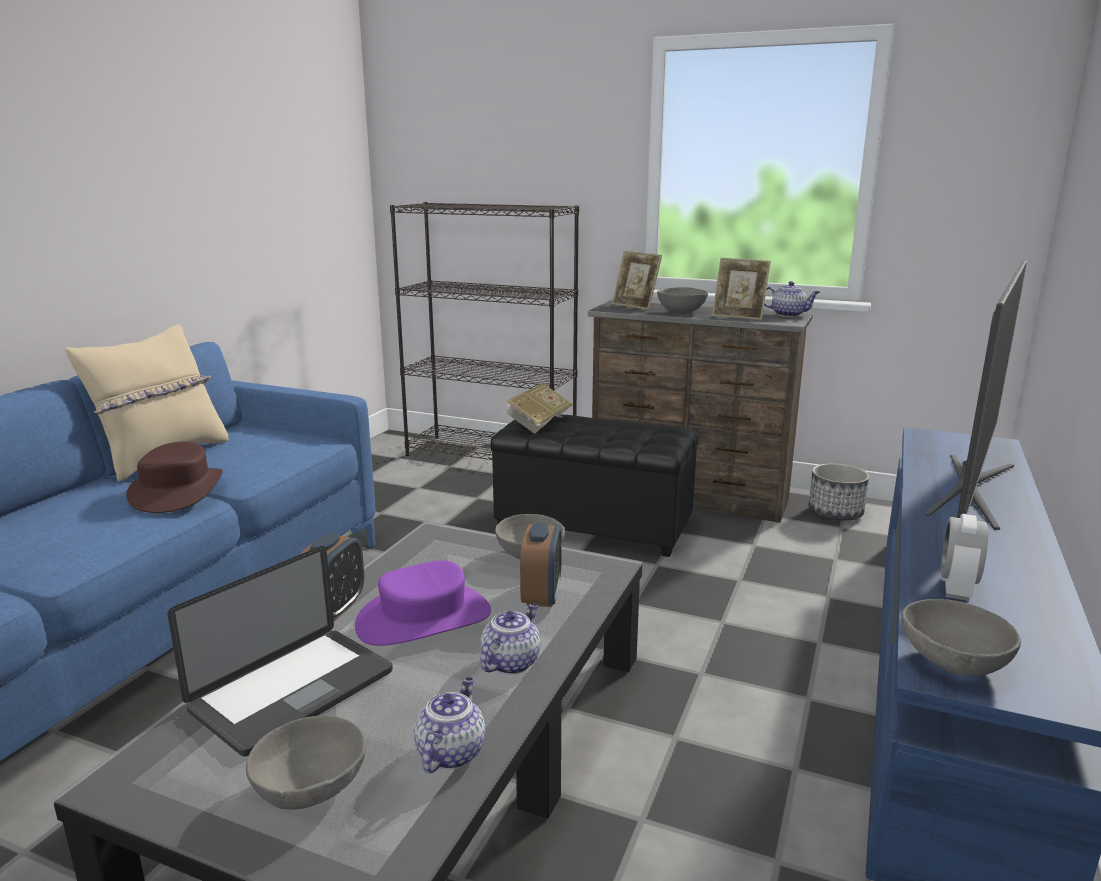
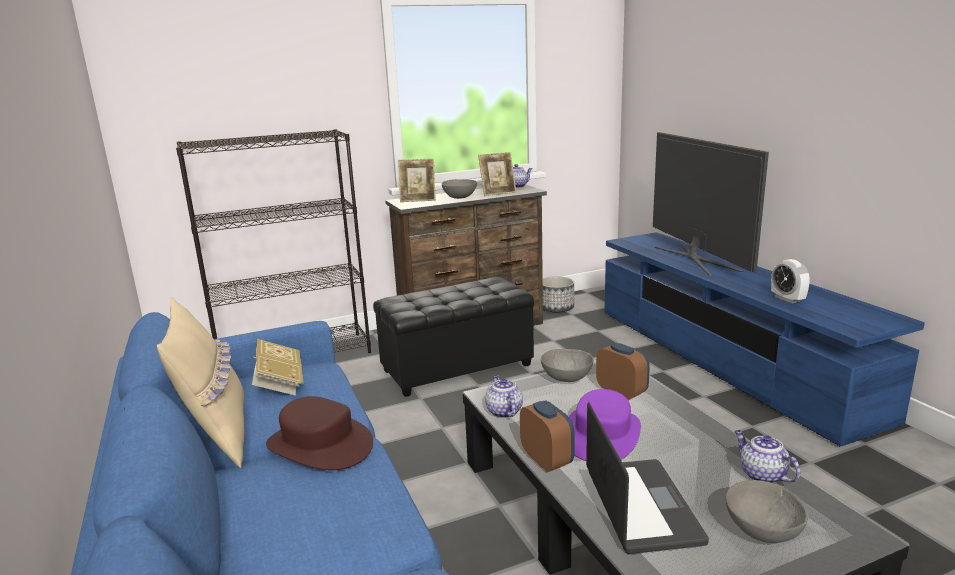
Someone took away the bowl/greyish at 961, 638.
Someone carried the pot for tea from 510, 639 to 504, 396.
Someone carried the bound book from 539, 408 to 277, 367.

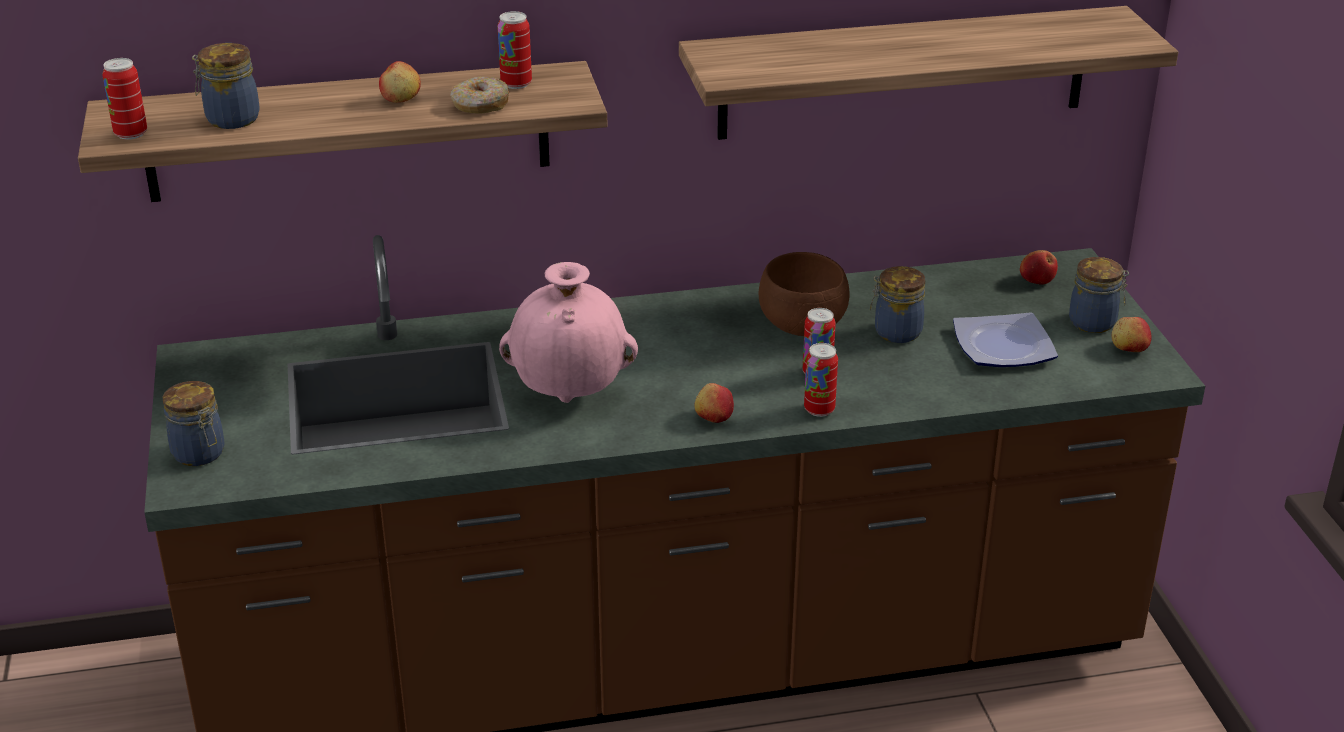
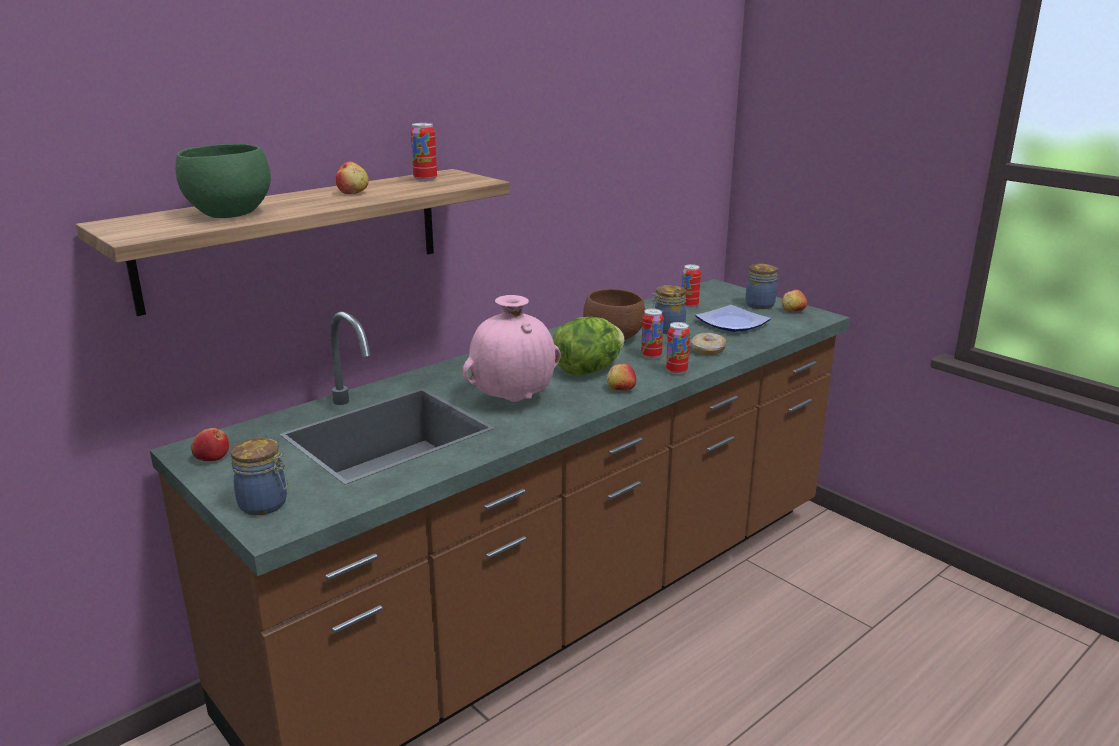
Someone took away the bracket shelf at 928, 73.
Someone put down the lettuce at 589, 346.
Someone carried the sealed can from 124, 99 to 691, 286.
Someone carried the ring doughnut from 479, 95 to 708, 343.
Someone carried the whole apple from 1039, 267 to 210, 444.
Someone swapped the storage jar at 226, 86 for the bowl/green-coloured at 223, 181.

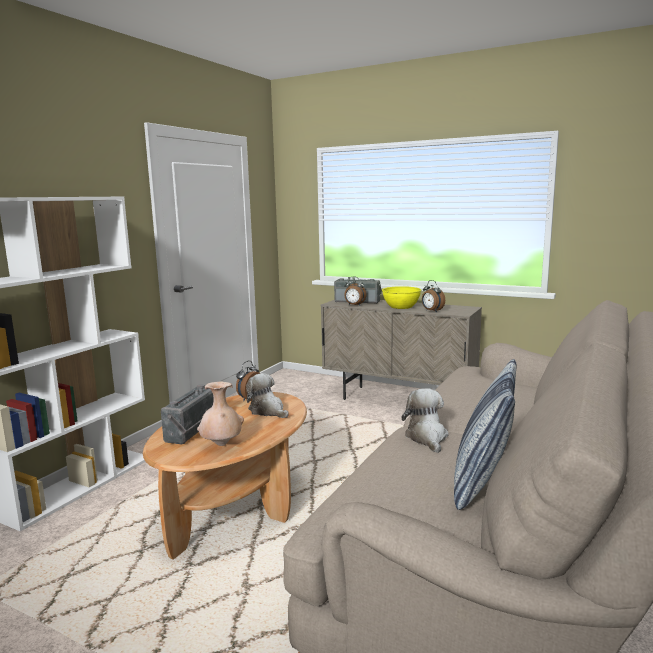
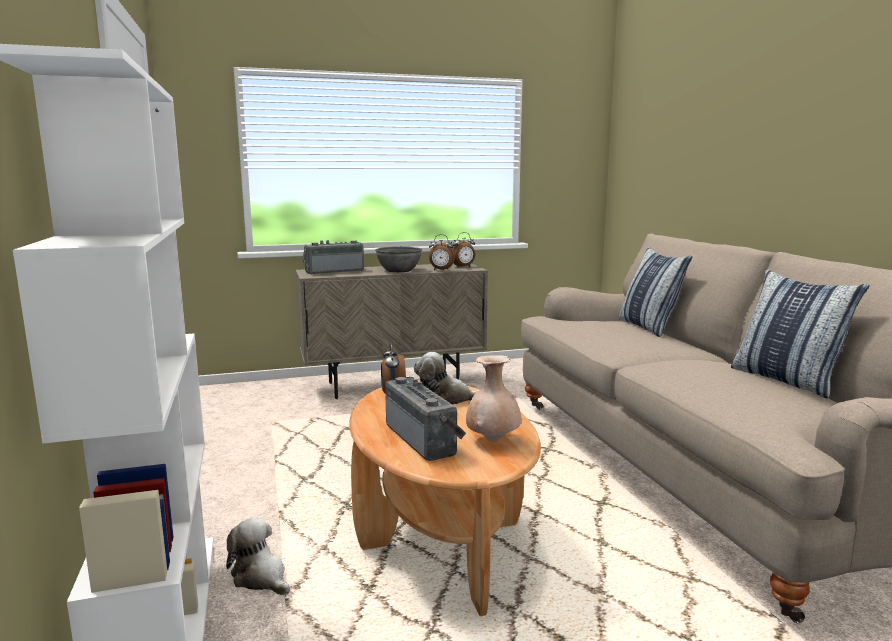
Someone put down the pillow at 656, 292.
Someone carried the bedside clock from 355, 291 to 464, 250.
Someone carried the cuddly toy from 425, 420 to 258, 556.
Someone repainted the bowl/yellow-coloured at 401, 297, which became the bowl/greyish at 398, 259.

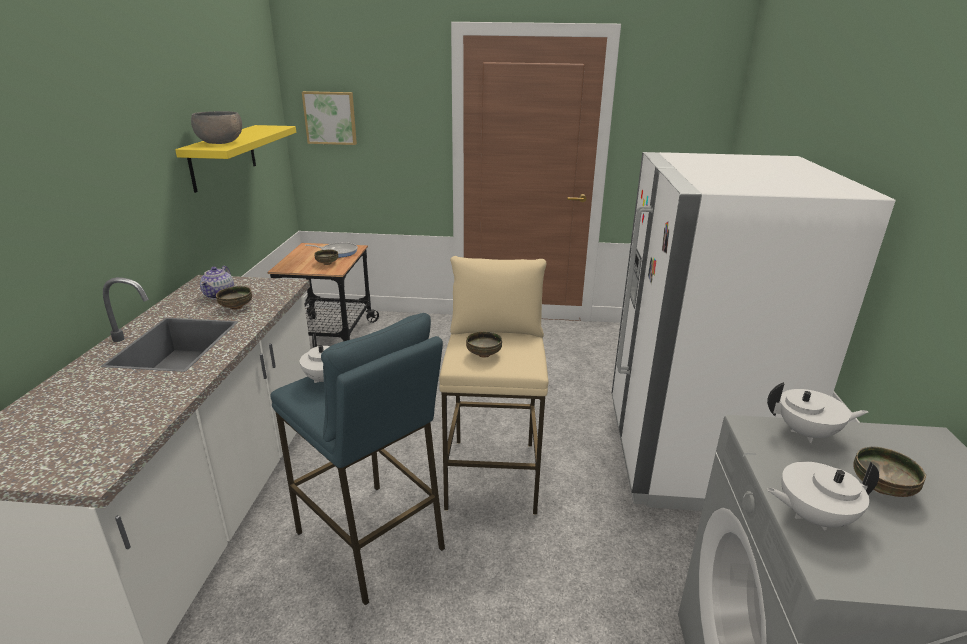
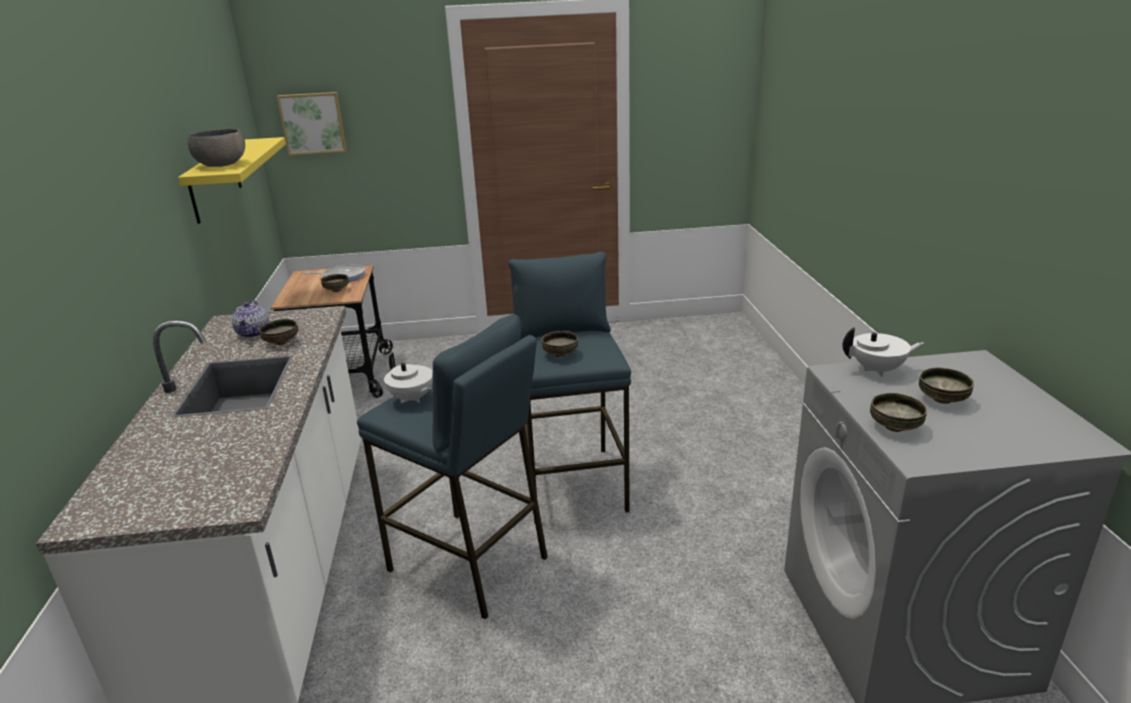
Someone took away the kitchen fridge/white-coloured at 754, 331.
Someone swapped the pot for tea/white-coloured at 823, 495 for the bowl at 898, 412.
Someone repainted the sitting stool/beige at 494, 385, which became the sitting stool/blue-coloured at 569, 387.

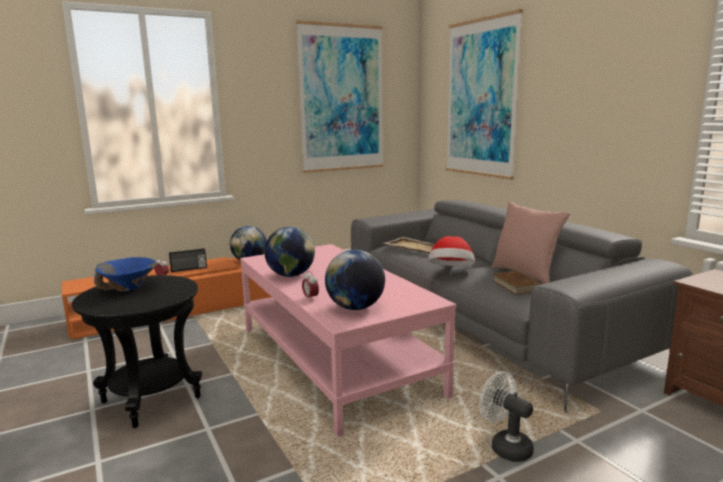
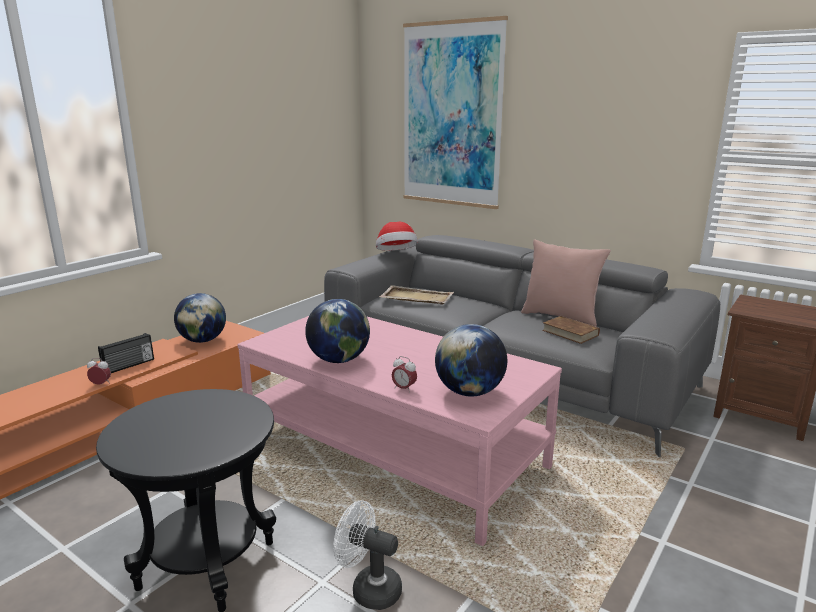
Someone took away the bowl/blue-coloured at 126, 274.
Someone took away the wall art at 340, 96.
Someone carried the hat from 451, 251 to 397, 236.
Someone carried the cooling fan/white-coloured from 506, 416 to 367, 555.

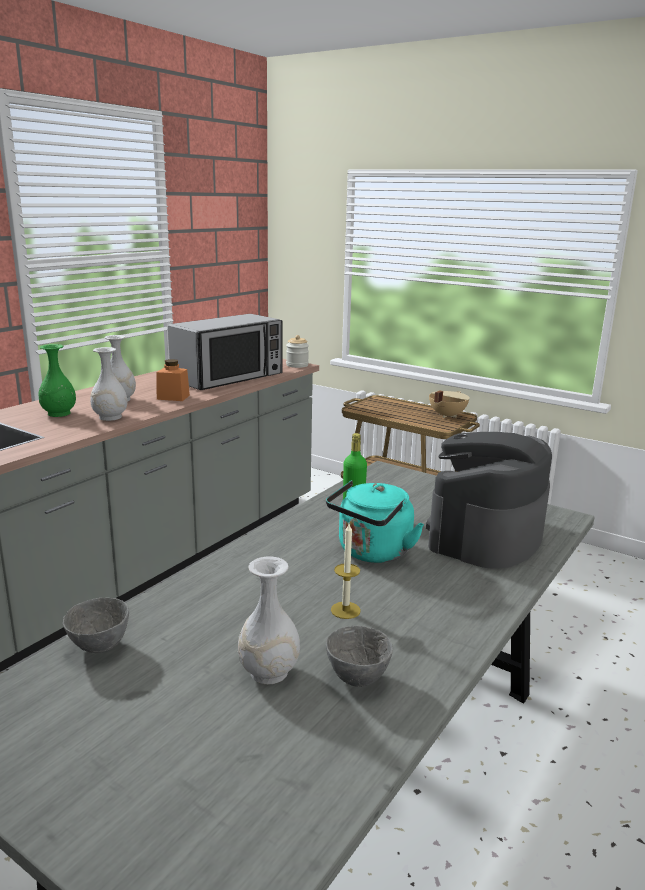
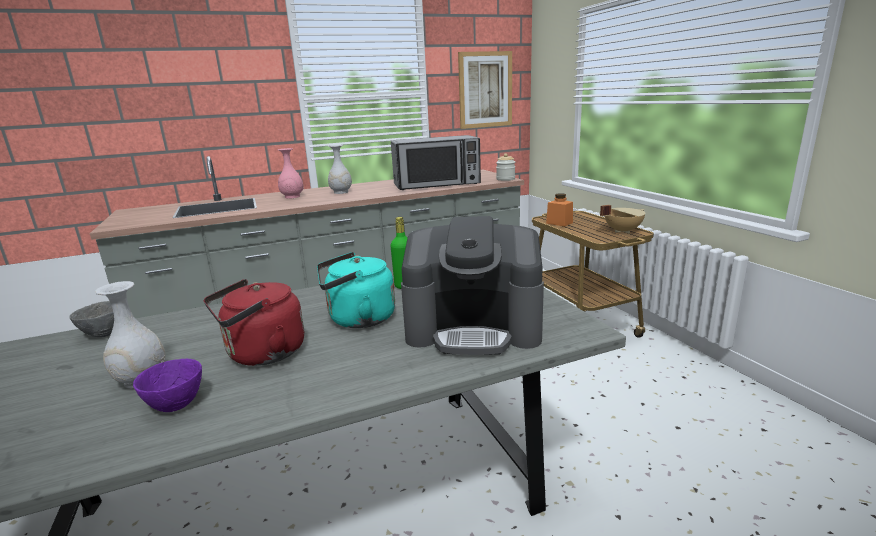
Someone took away the flower vase/white-coloured at 109, 384.
Someone put up the wall art at 485, 90.
Someone carried the storage jar/orangey from 173, 380 to 559, 209.
Someone swapped the wax candle at 346, 571 for the kettle/reddish at 254, 322.
Someone repainted the flower vase/green-coloured at 57, 380, which became the flower vase/pinkish at 290, 173.
Someone repainted the bowl/greyish at 359, 656, which became the bowl/purplish at 167, 385.
Someone rotated the coffee brewer at 489, 500 by 150 degrees counterclockwise.

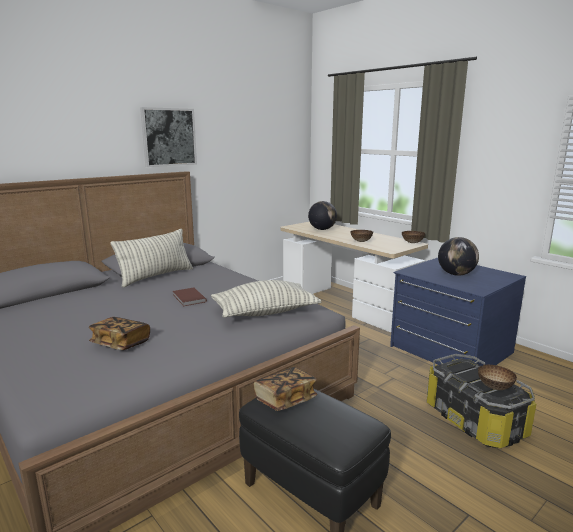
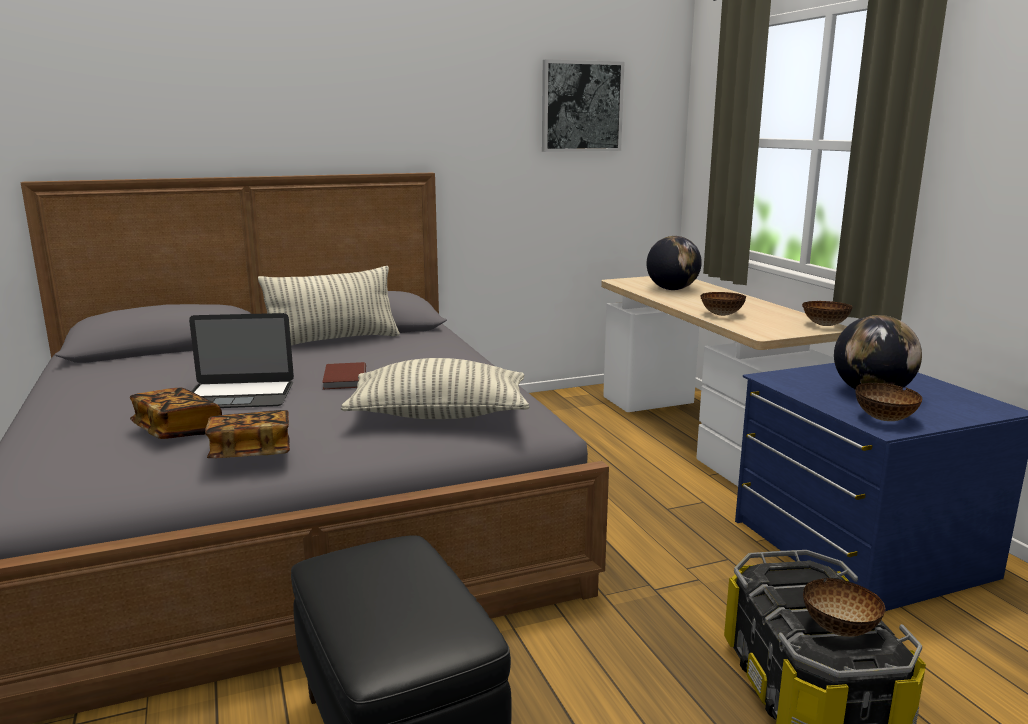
Someone put down the notebook computer at 241, 360.
Someone put down the bowl at 888, 402.
Someone carried the wall art from 168, 137 to 583, 105.
Someone carried the bound book from 285, 389 to 247, 434.

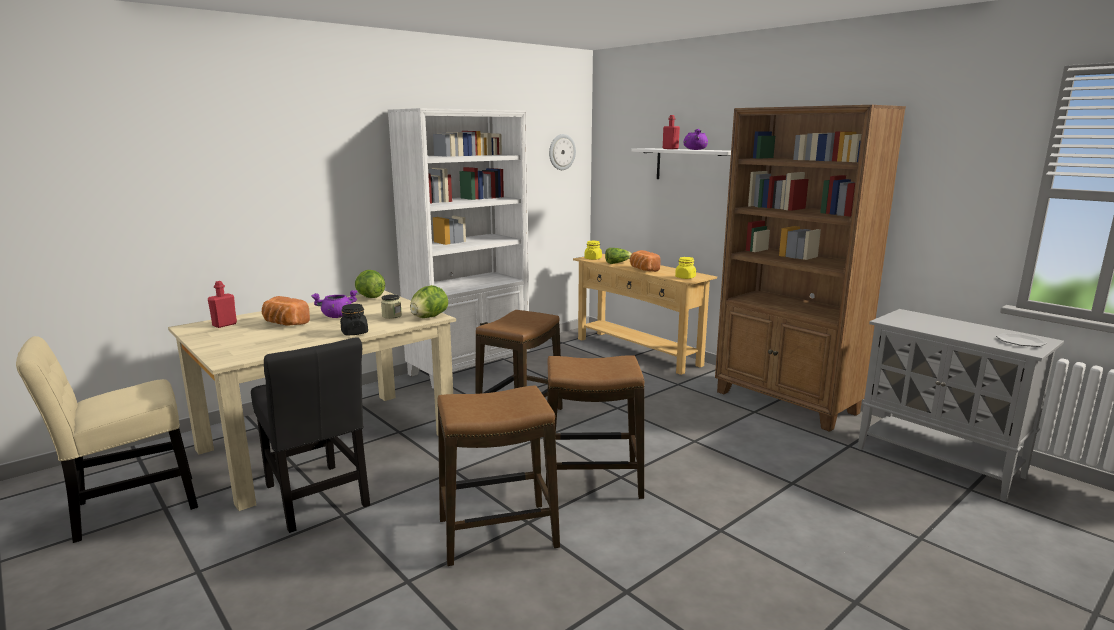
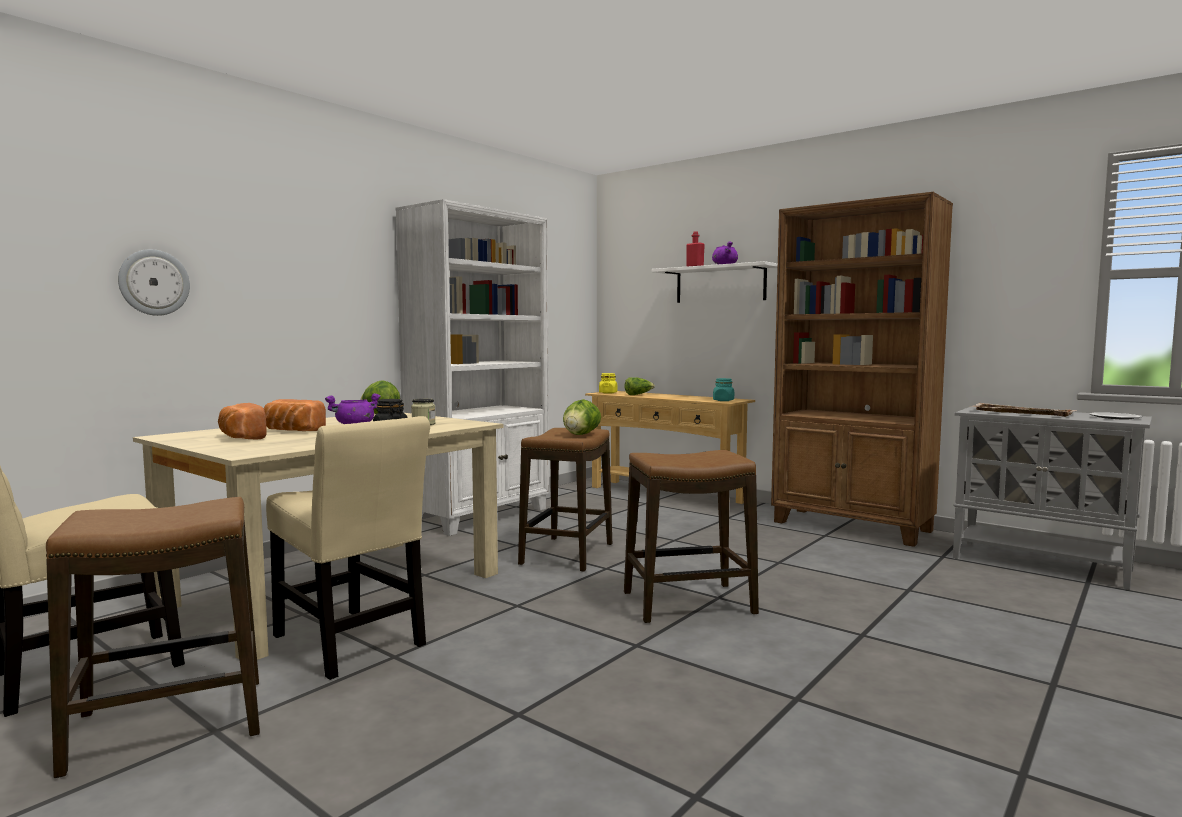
Someone took away the drink bottle/reddish at 222, 304.
Someone put down the tray/beige at 1024, 410.
Someone carried the lettuce from 429, 301 to 582, 417.
Someone carried the sitting stool from 498, 475 to 153, 637.
Someone carried the hanging clock from 562, 152 to 154, 282.
Someone carried the bread from 645, 261 to 242, 421.
Someone repainted the upright chair/black-coloured at 310, 435, which became the upright chair/beige at 348, 548.
Someone repainted the storage jar/yellow-coloured at 685, 268, which became the storage jar/turquoise-coloured at 723, 389.

